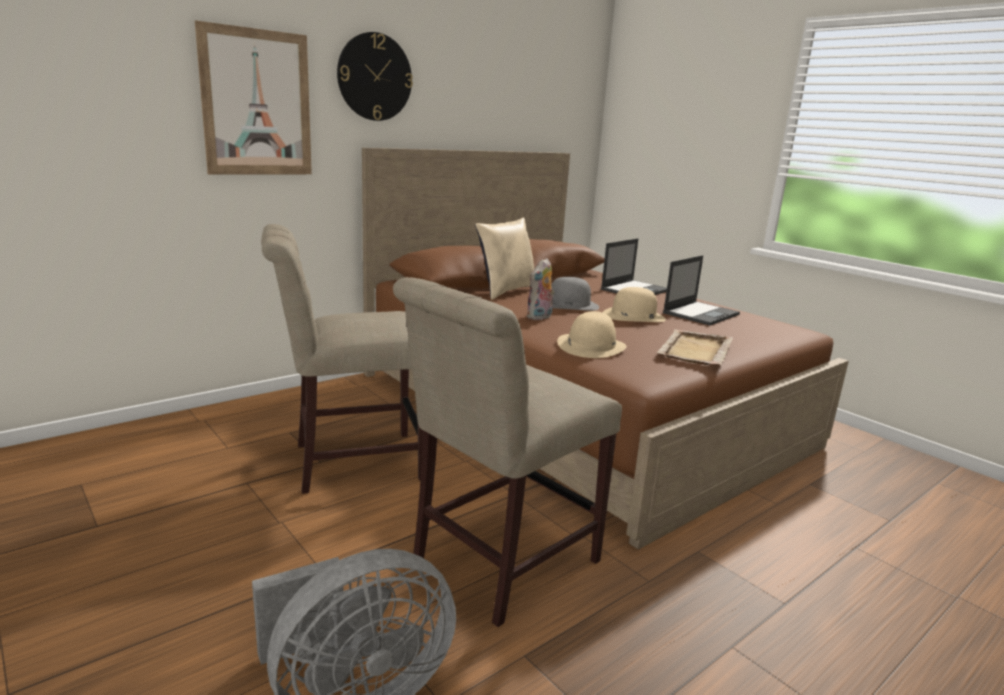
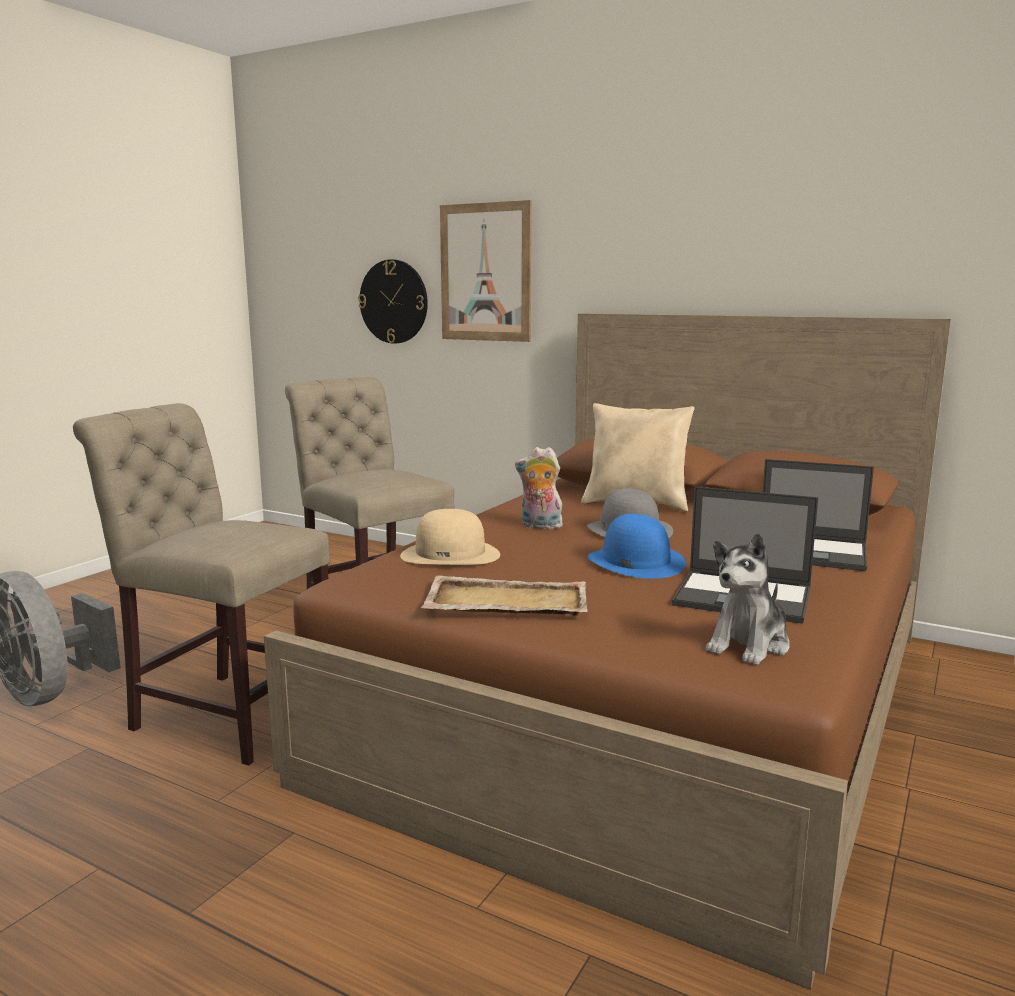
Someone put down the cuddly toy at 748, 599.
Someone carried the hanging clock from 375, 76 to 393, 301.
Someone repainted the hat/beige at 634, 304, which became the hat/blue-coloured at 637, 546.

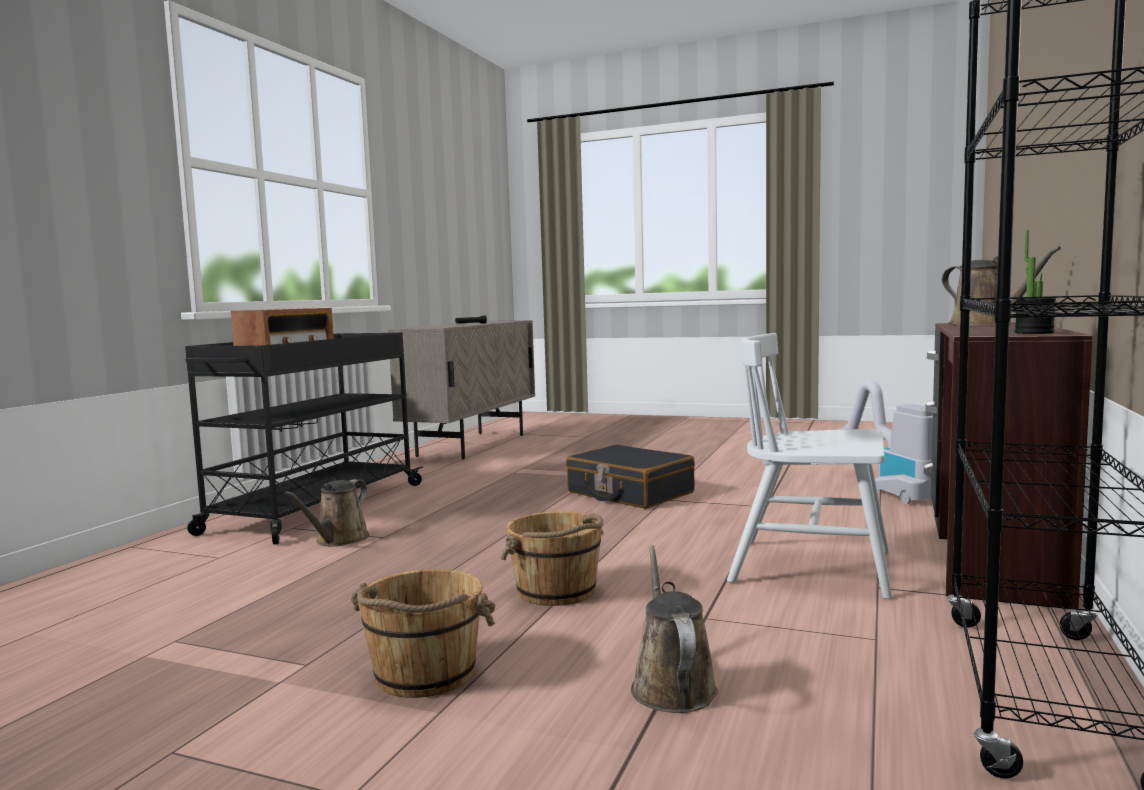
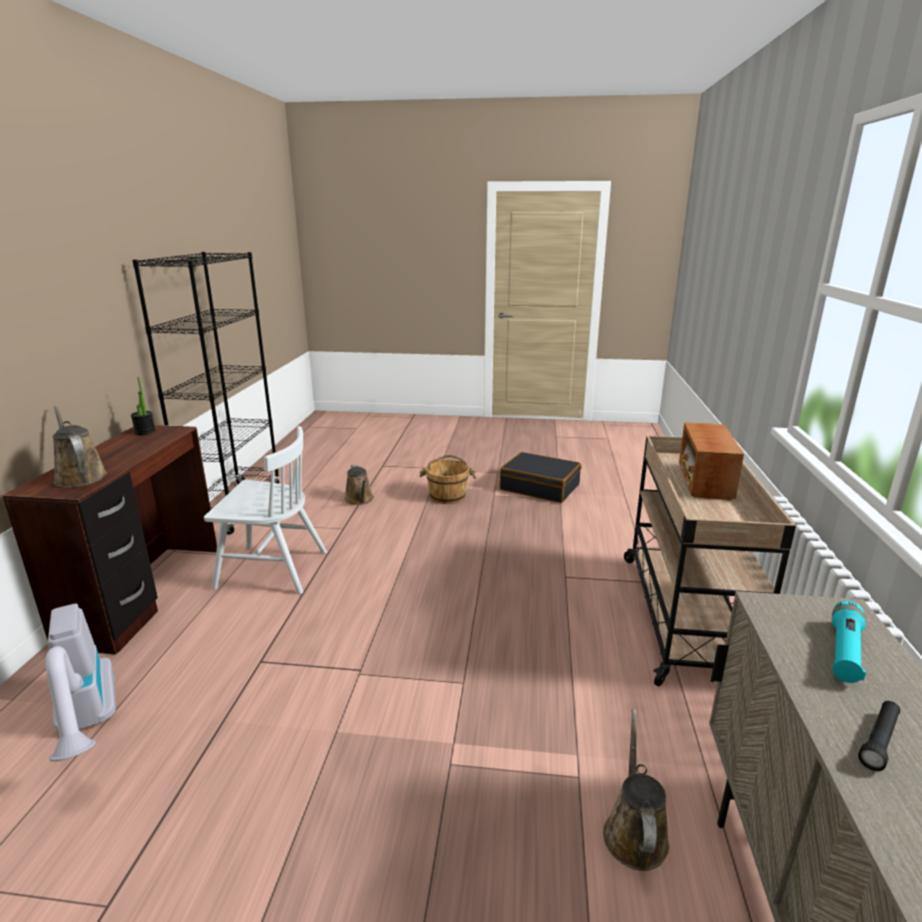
Someone took away the pail/brown-coloured at 551, 559.
Someone put down the flashlight/turquoise-coloured at 849, 642.
Someone carried the sprinkling can/brown-coloured from 326, 512 to 636, 790.
Someone carried the suitcase/black-coloured from 630, 476 to 540, 477.
Someone repainted the trolley/black-coloured at 304, 438, which became the trolley/beige at 710, 561.

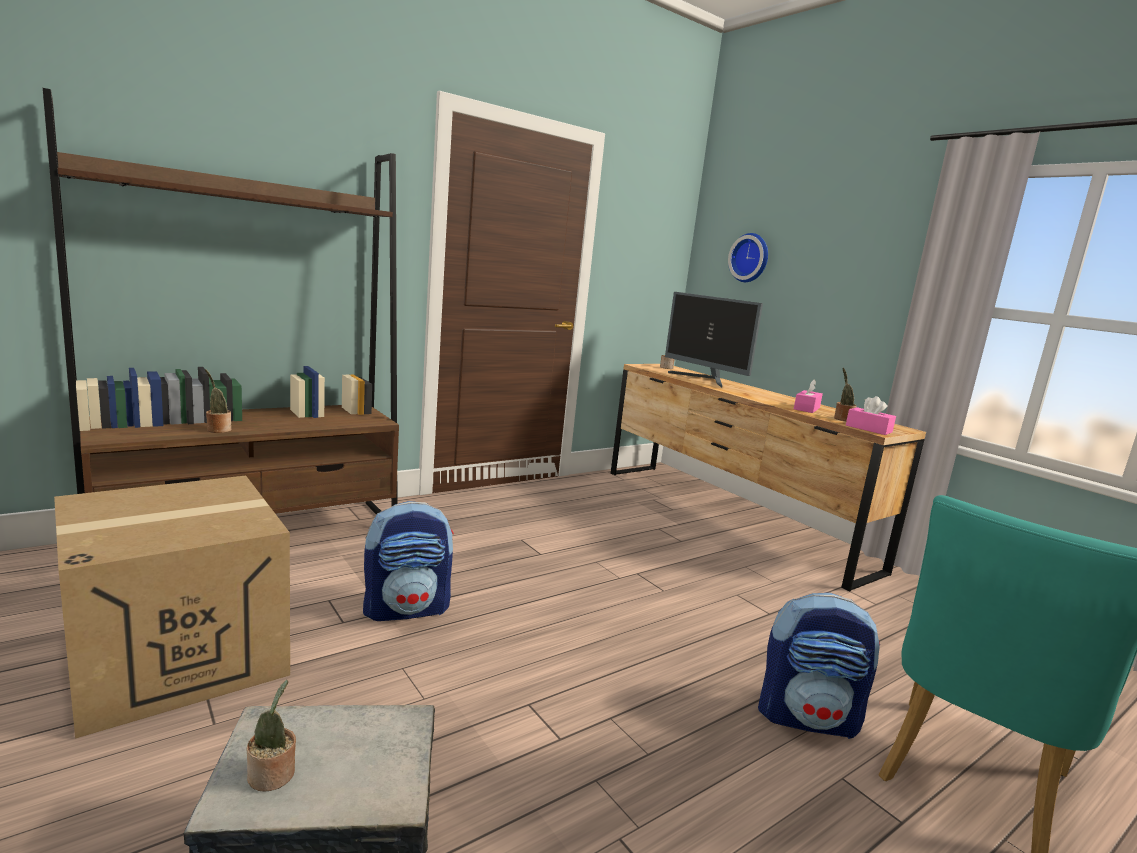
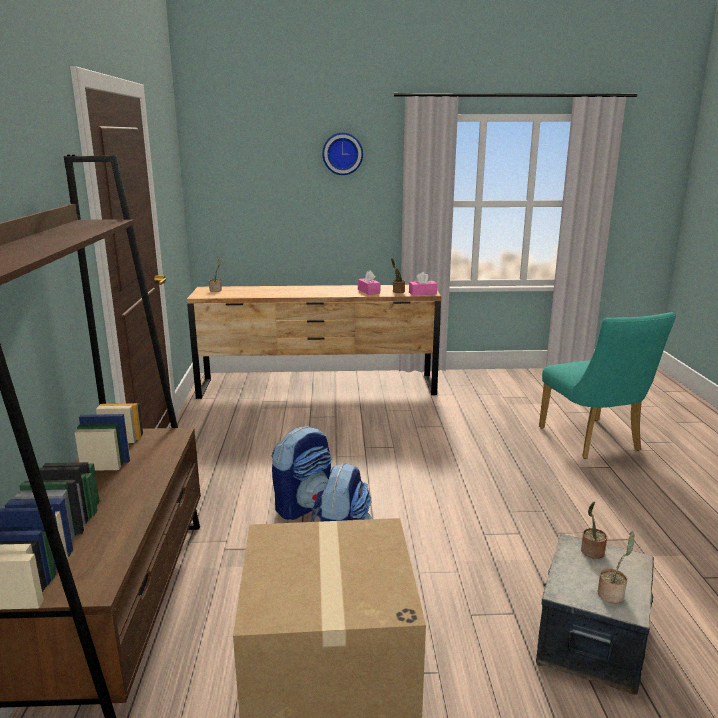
Someone took away the computer screen at 714, 340.
Someone carried the houseplant from 218, 401 to 594, 530.
Someone carried the hanging clock from 748, 257 to 342, 154.
Someone carried the knapsack from 819, 666 to 301, 473.

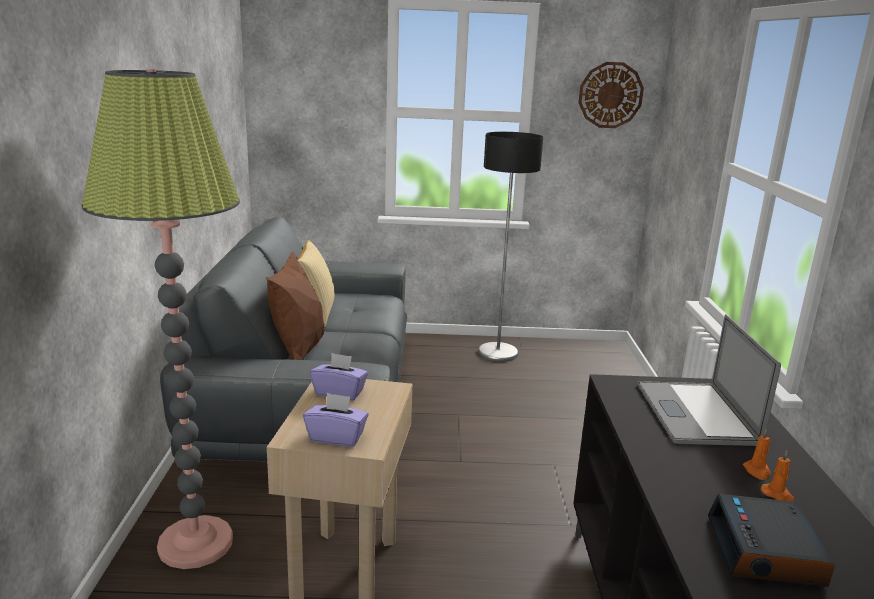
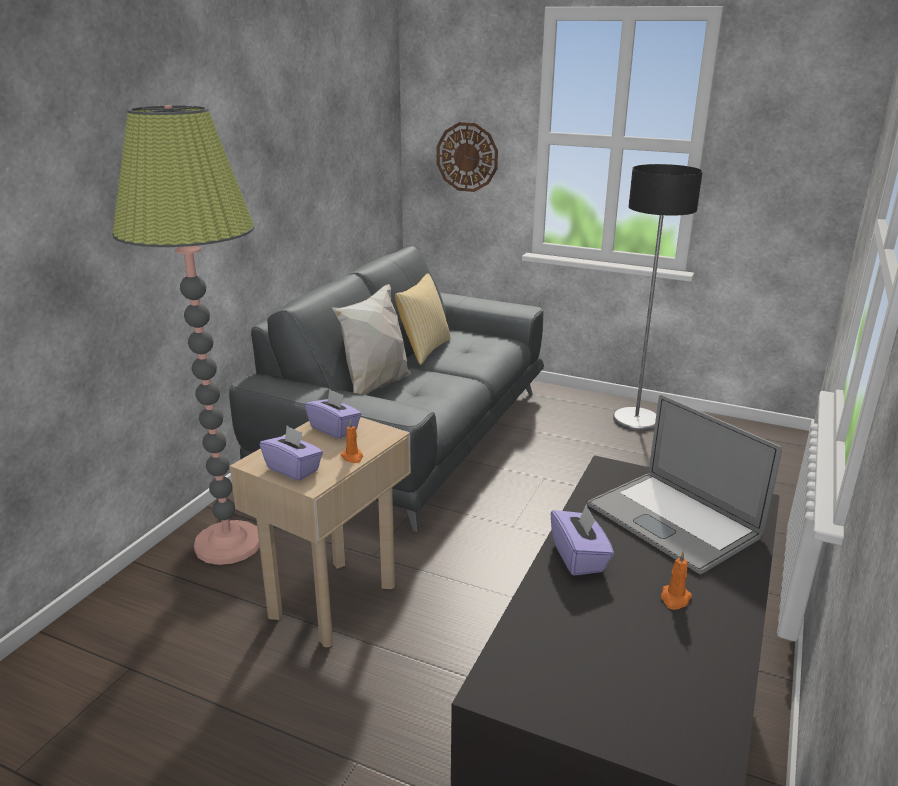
Someone took away the bedside clock at 771, 540.
Someone put down the tissue holder/purplish at 582, 540.
Someone carried the hanging clock from 611, 95 to 467, 157.
Someone carried the wax candle/orangey from 778, 476 to 351, 441.
Someone repainted the pillow/brown-coloured at 294, 306, which became the pillow/white-coloured at 371, 339.
Someone rotated the notebook computer at 709, 380 by 60 degrees counterclockwise.

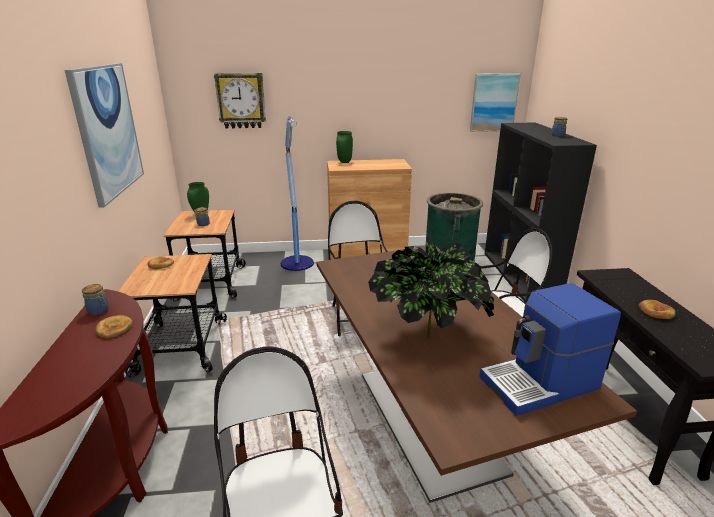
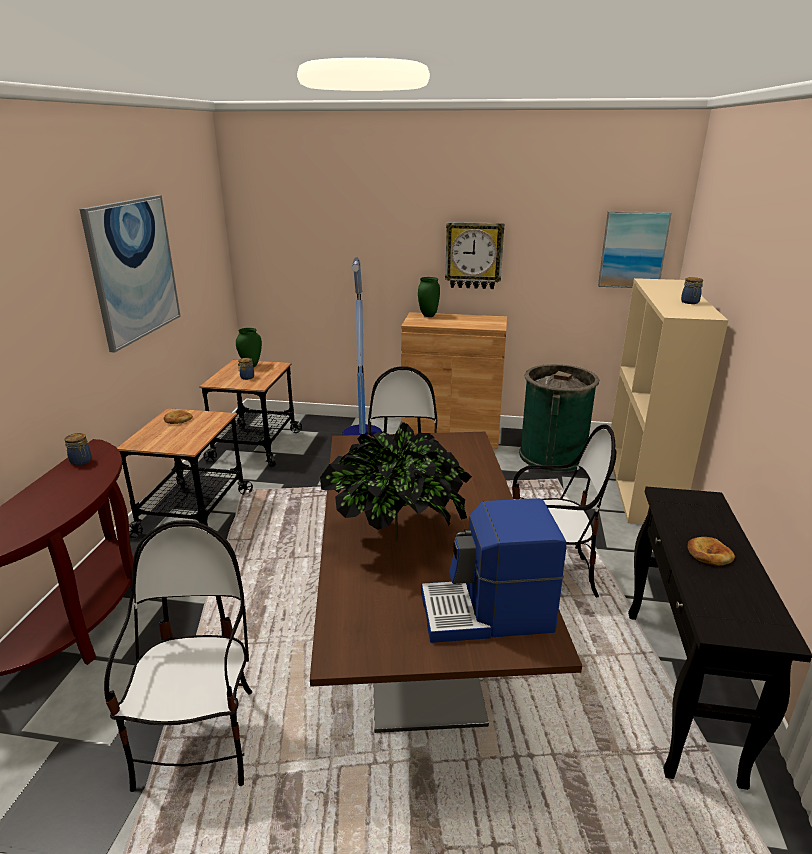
Someone took away the bread at 114, 326.
Someone carried the hanging clock from 240, 101 to 475, 255.
Someone repainted the bookshelf/black-coloured at 541, 212, which became the bookshelf/beige at 670, 401.

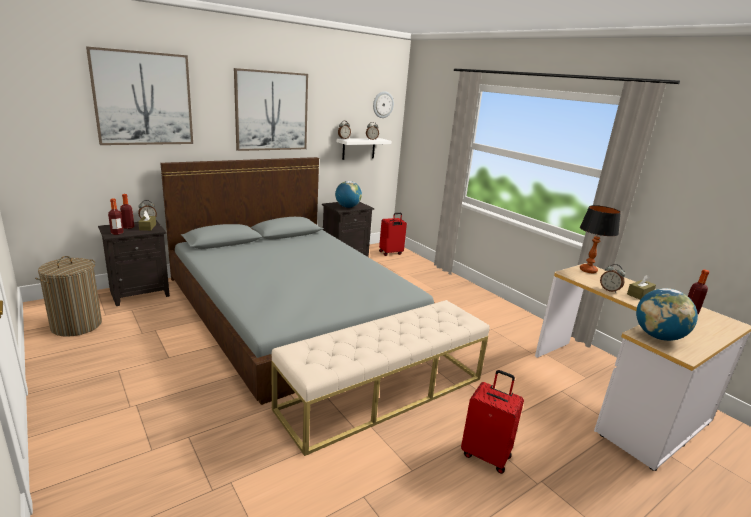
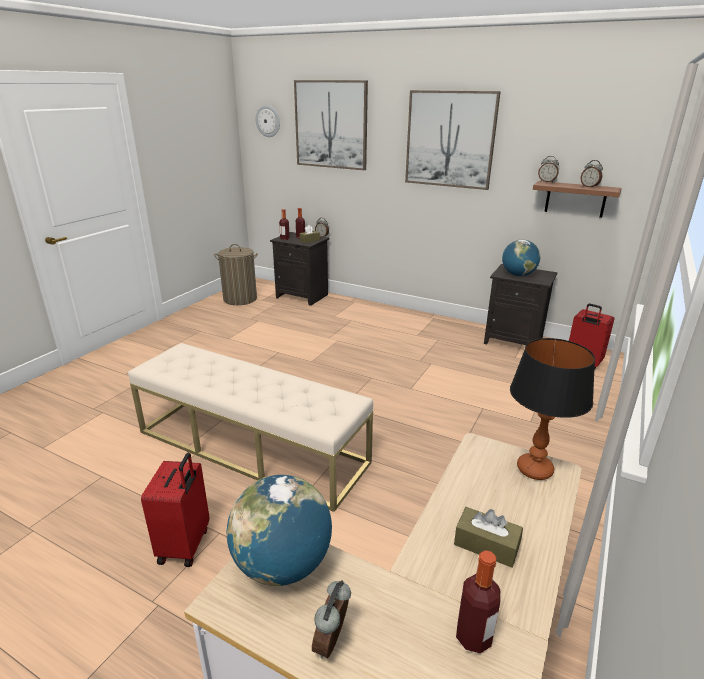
Someone took away the bedroom bed/greyish at 297, 281.
Someone carried the hanging clock from 383, 104 to 268, 121.
Someone carried the bedside clock from 612, 278 to 331, 619.
Someone repainted the bracket shelf/white-coloured at 364, 149, which became the bracket shelf/brown-coloured at 577, 199.

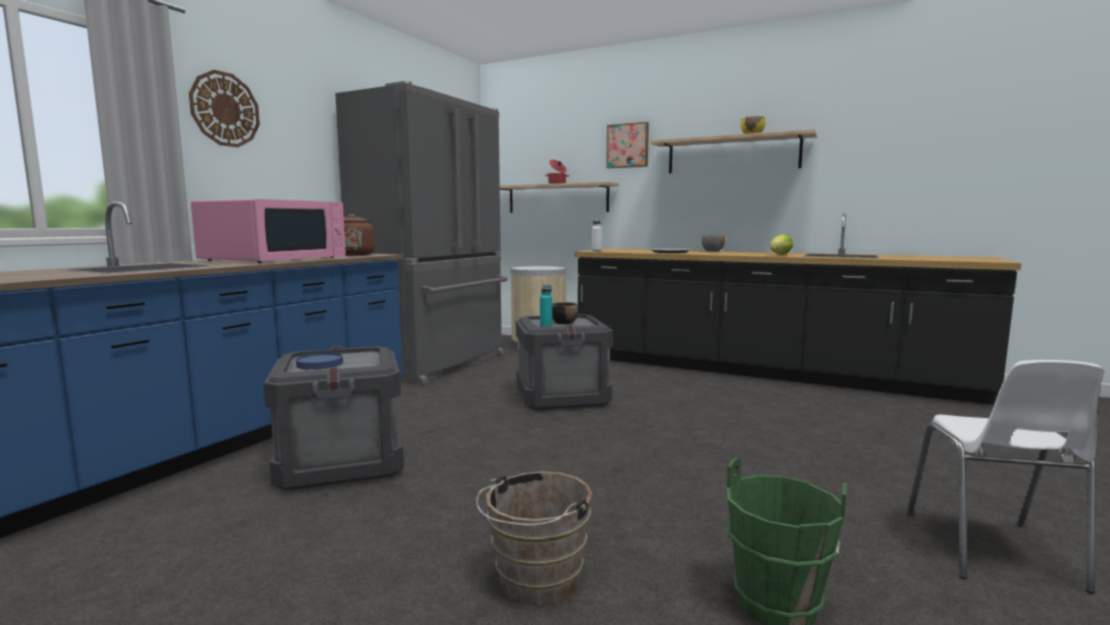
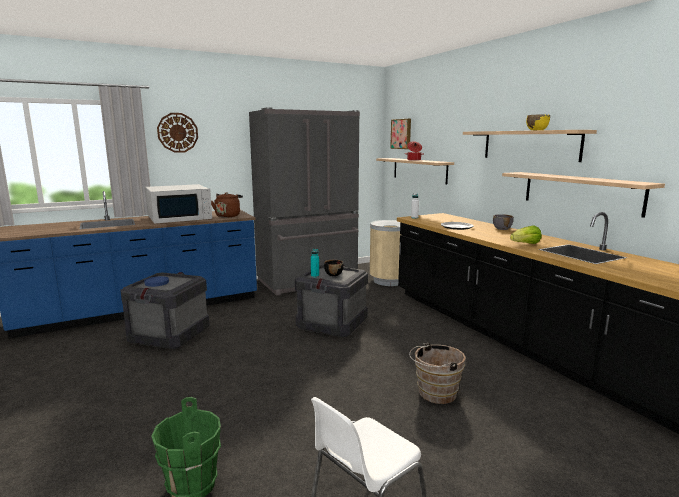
Someone put up the bracket shelf at 583, 195.
Someone carried the pail/brown-coloured from 534, 538 to 437, 373.
Someone carried the wall art from 627, 145 to 400, 134.
Someone repainted the microwave/pinkish at 268, 231, which became the microwave/white-coloured at 178, 203.

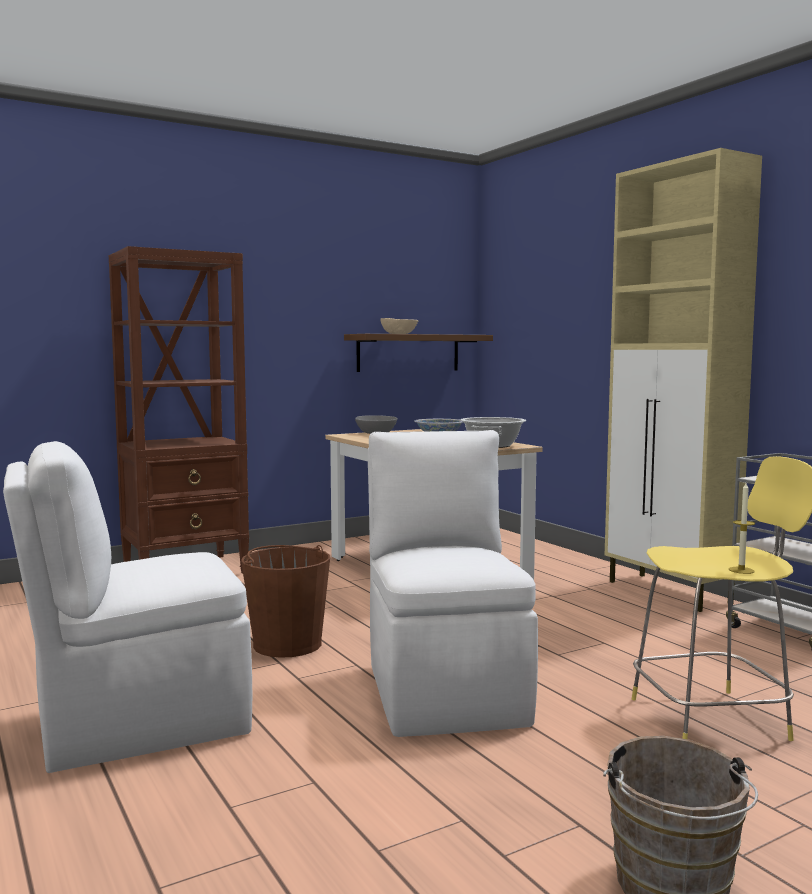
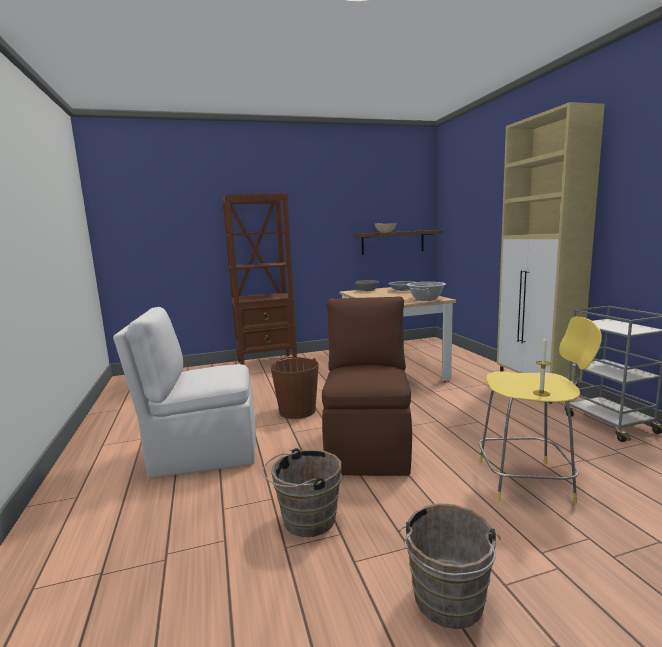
Someone put down the pail/brown-coloured at 301, 492.
Someone repainted the upright chair/white-coloured at 453, 583, which became the upright chair/brown-coloured at 367, 386.

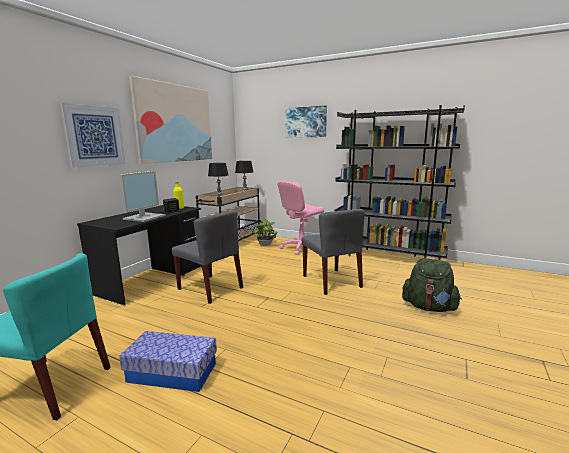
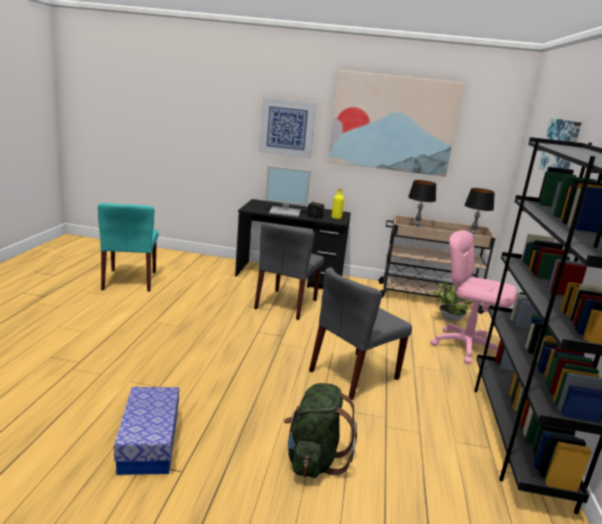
Someone carried the storage box from 168, 361 to 146, 431.

